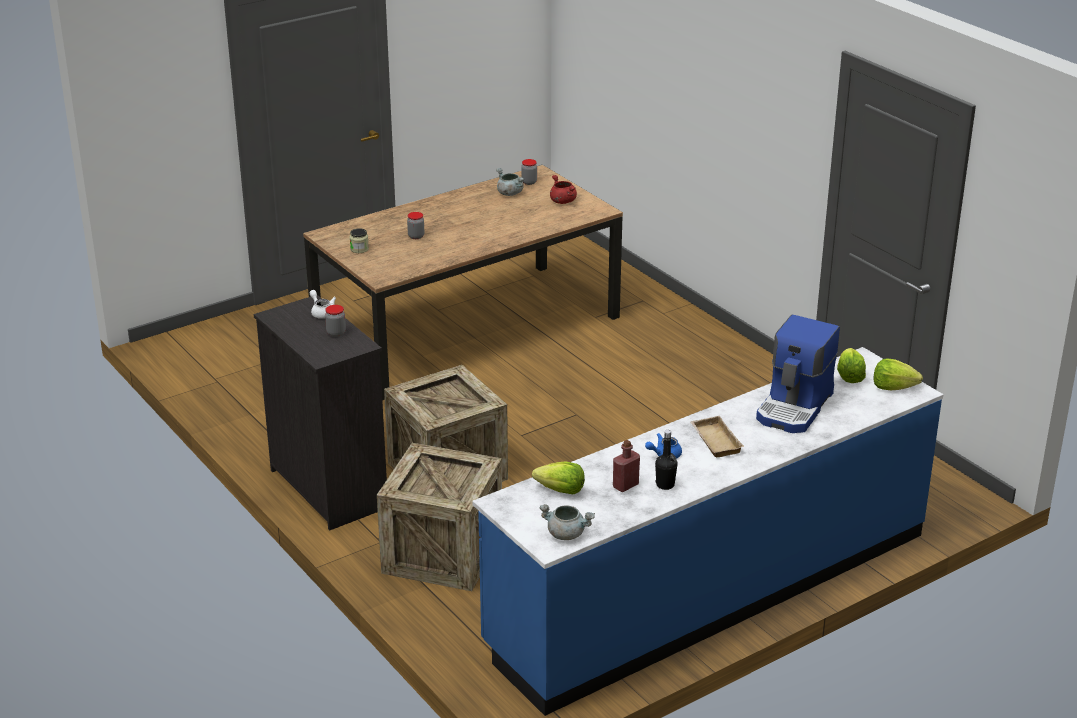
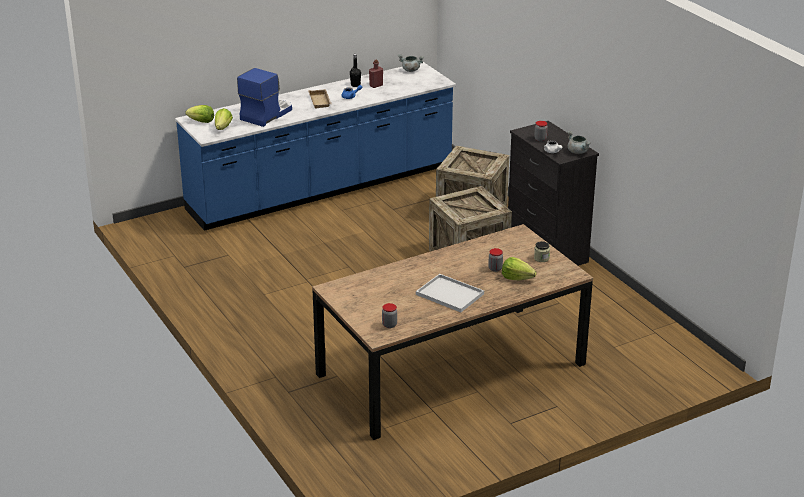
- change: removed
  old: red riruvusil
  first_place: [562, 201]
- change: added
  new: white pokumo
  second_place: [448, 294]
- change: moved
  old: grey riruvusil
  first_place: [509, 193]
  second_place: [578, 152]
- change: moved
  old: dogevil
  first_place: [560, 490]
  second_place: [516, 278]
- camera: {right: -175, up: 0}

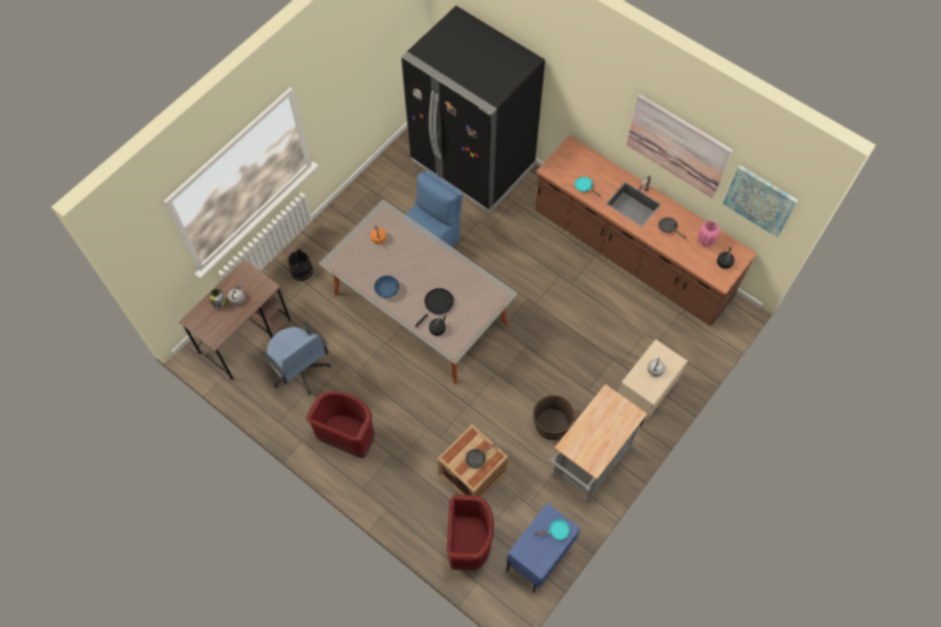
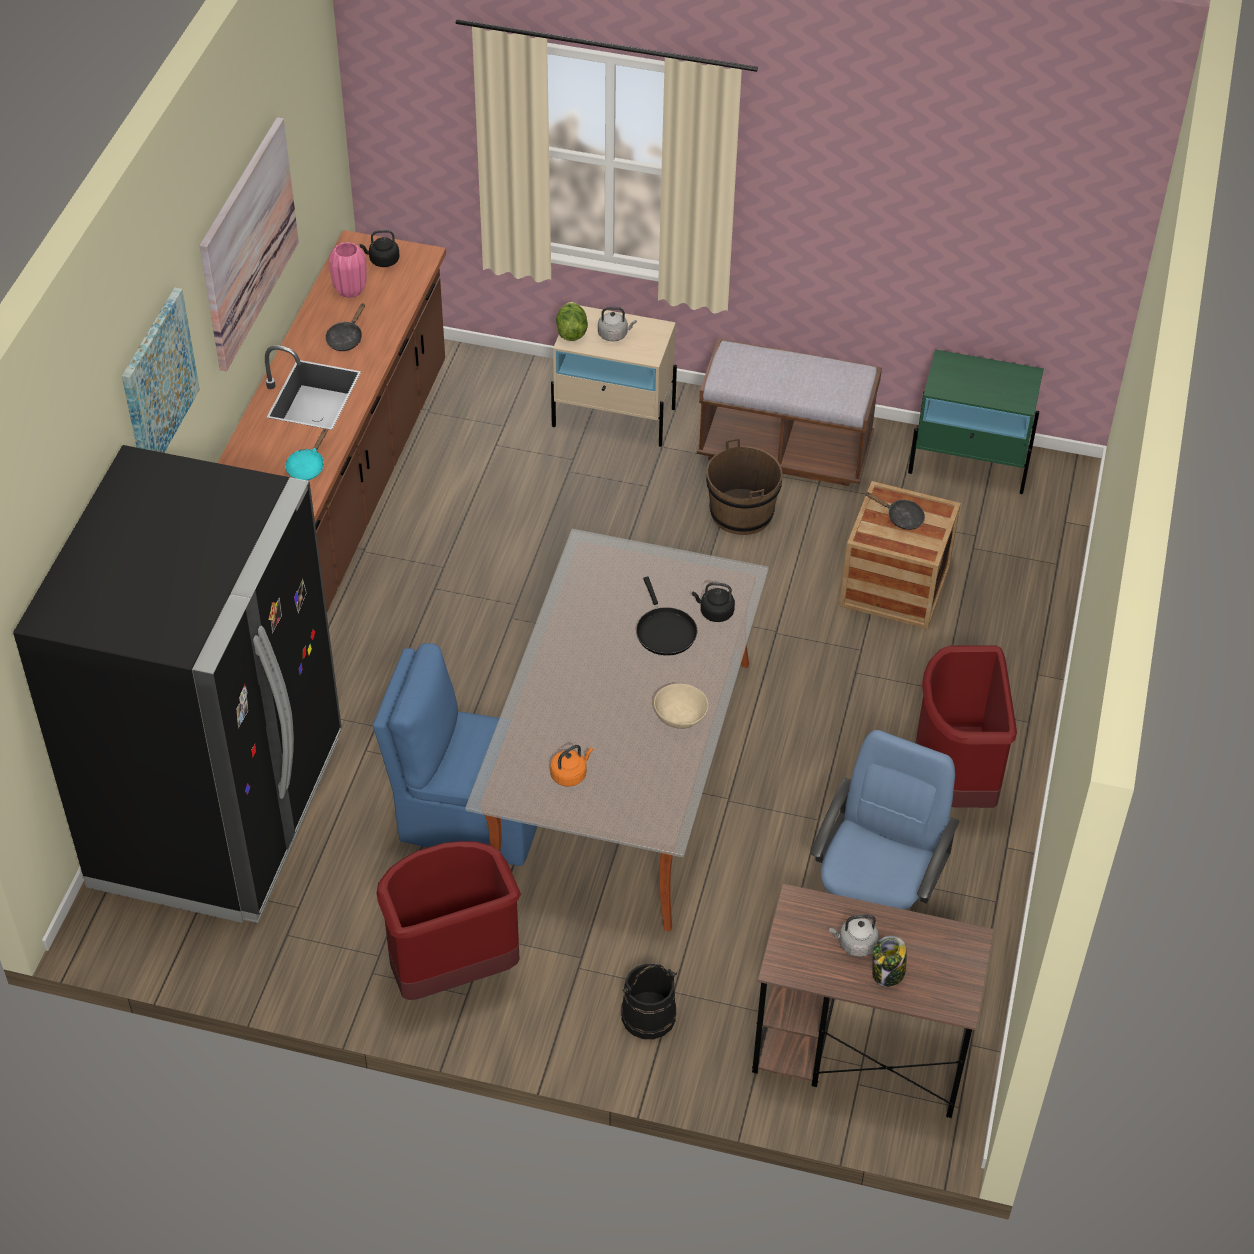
- change: removed
  old: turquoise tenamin
  first_place: [556, 531]
- change: added
  new: dogevil
  second_place: [571, 332]
- change: moved
  old: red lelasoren
  first_place: [469, 544]
  second_place: [451, 970]
- change: moved
  old: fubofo
  first_place: [760, 200]
  second_place: [158, 382]
- change: replaced
  old: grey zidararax
  new: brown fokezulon
  first_place: [587, 466]
  second_place: [785, 450]
- change: recoloured
  old: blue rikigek
  new: beige rikigek
  first_place: [387, 290]
  second_place: [680, 716]
- change: recoloured
  old: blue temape
  new: green temape
  first_place: [539, 556]
  second_place: [970, 464]
- change: turned
  old: black tenamin
  first_place: [437, 304]
  second_place: [664, 631]
  degrees: -120
- camera: {right: -115, up: -15}

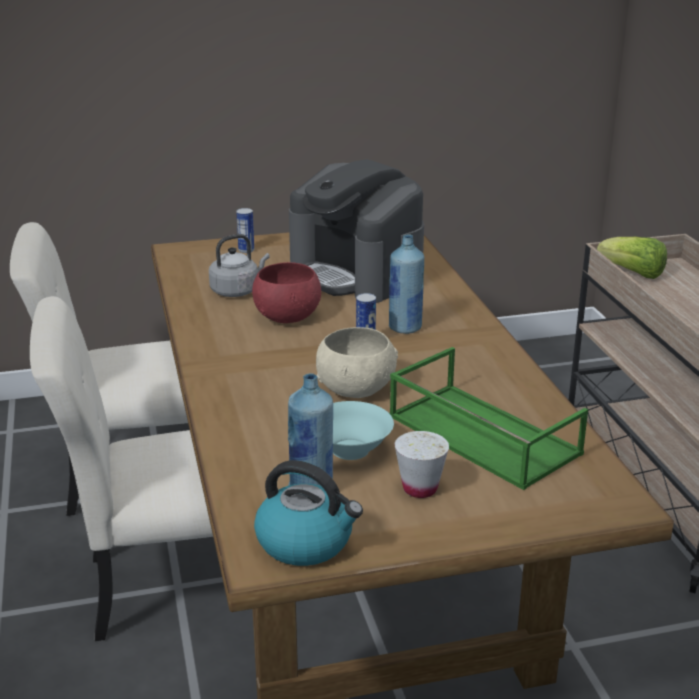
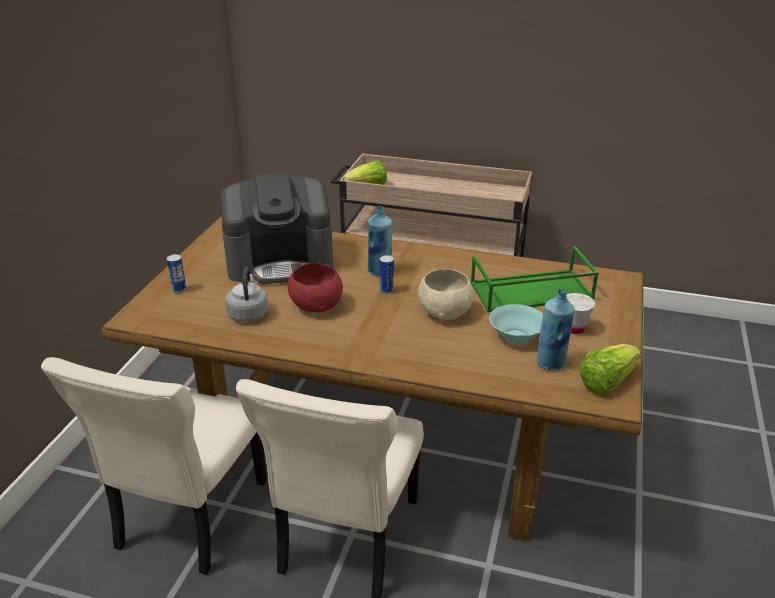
- change: replaced
  old: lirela
  new: dogevil
  first_place: [306, 542]
  second_place: [606, 381]
- camera: {right: -60, up: 5}

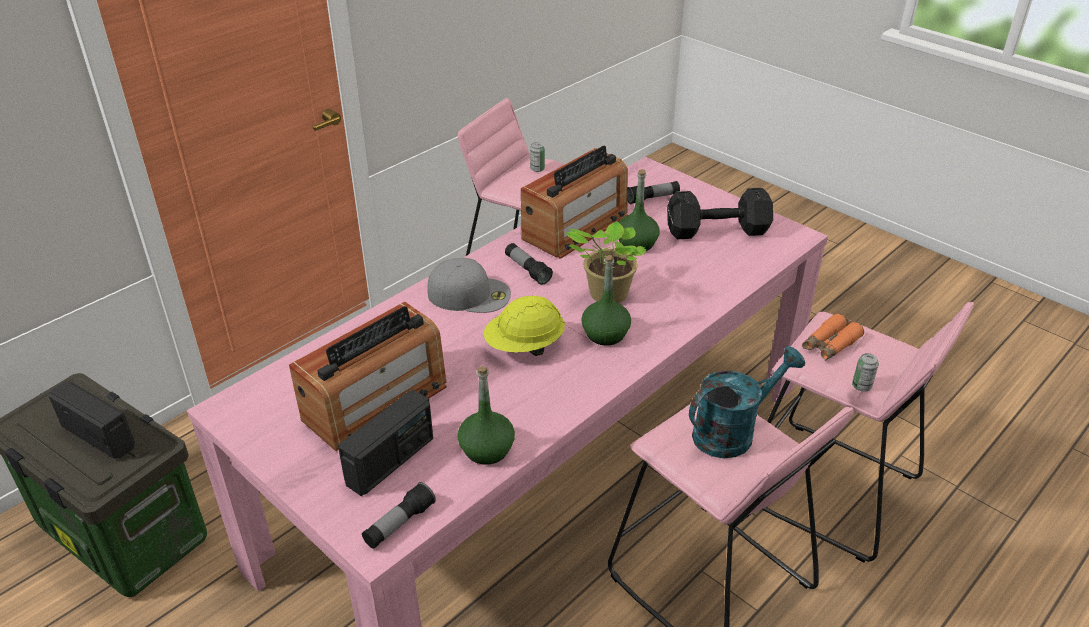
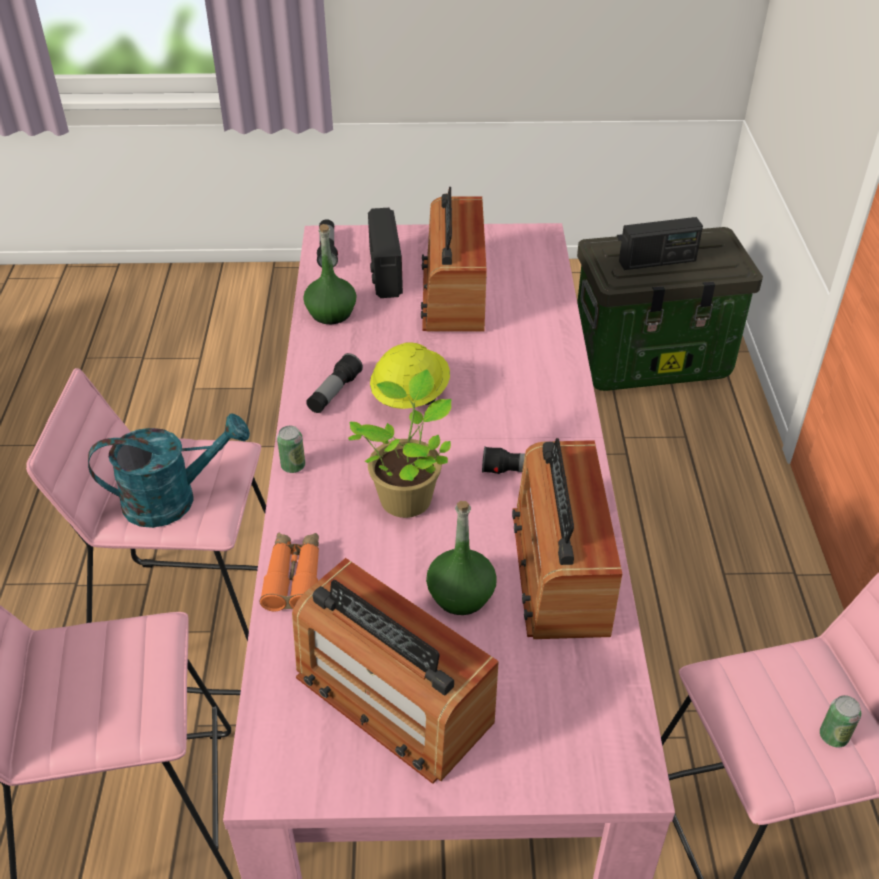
- change: removed
  old: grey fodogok
  first_place: [470, 294]
- change: removed
  old: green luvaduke
  first_place: [605, 334]
- change: moved
  old: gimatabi
  first_place: [652, 199]
  second_place: [334, 393]
- change: moved
  old: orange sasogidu
  first_place: [830, 344]
  second_place: [294, 577]
- change: moved
  old: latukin
  first_place: [861, 386]
  second_place: [293, 466]
- change: replaced
  old: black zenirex
  new: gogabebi
  first_place: [714, 230]
  second_place: [392, 698]
- change: turned
  old: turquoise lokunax
  first_place: [732, 431]
  second_place: [173, 499]
  degrees: -120
- camera: {right: 135, up: 5}

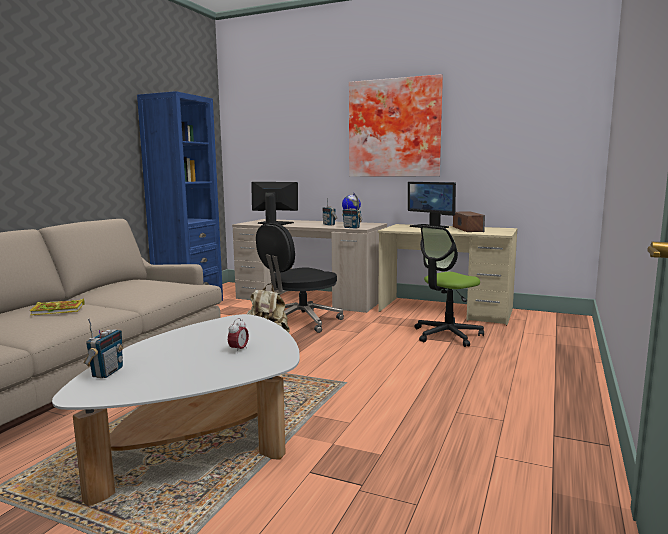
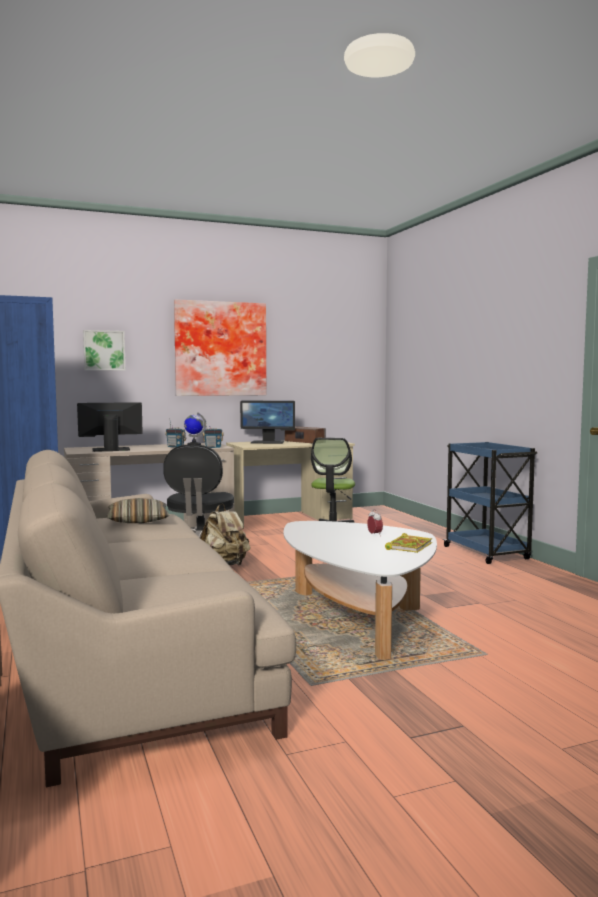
- change: removed
  old: gogabebi
  first_place: [107, 372]
- change: added
  new: fubofo
  second_place: [104, 350]
- change: added
  new: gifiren
  second_place: [138, 521]
- change: added
  new: blue zidararax
  second_place: [487, 553]
- change: moved
  old: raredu
  first_place: [59, 310]
  second_place: [409, 546]
- camera: {right: -45, up: -5}

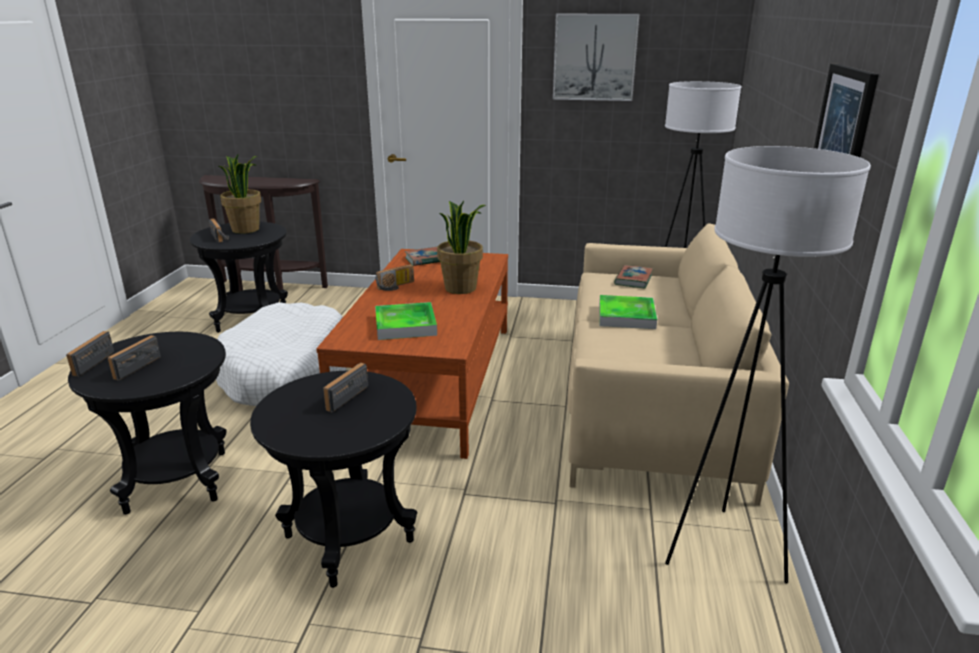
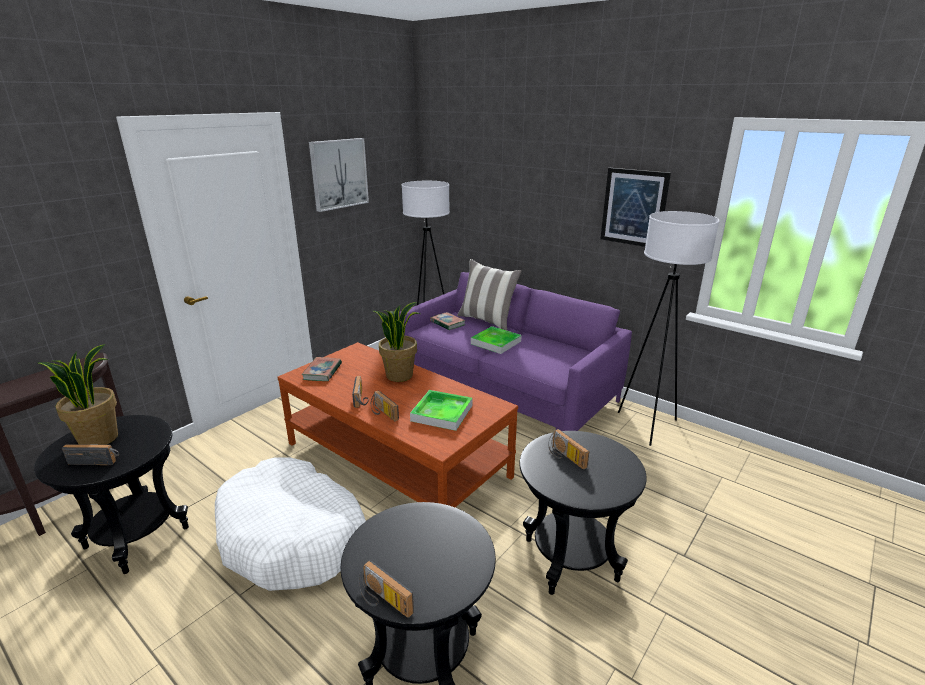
- change: added
  new: gifiren
  second_place: [487, 321]
- change: moved
  old: gogabebi
  first_place: [135, 366]
  second_place: [382, 413]
- change: recoloured
  old: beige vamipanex
  new: purple vamipanex
  first_place: [651, 402]
  second_place: [507, 390]
- camera: {right: -60, up: 0}

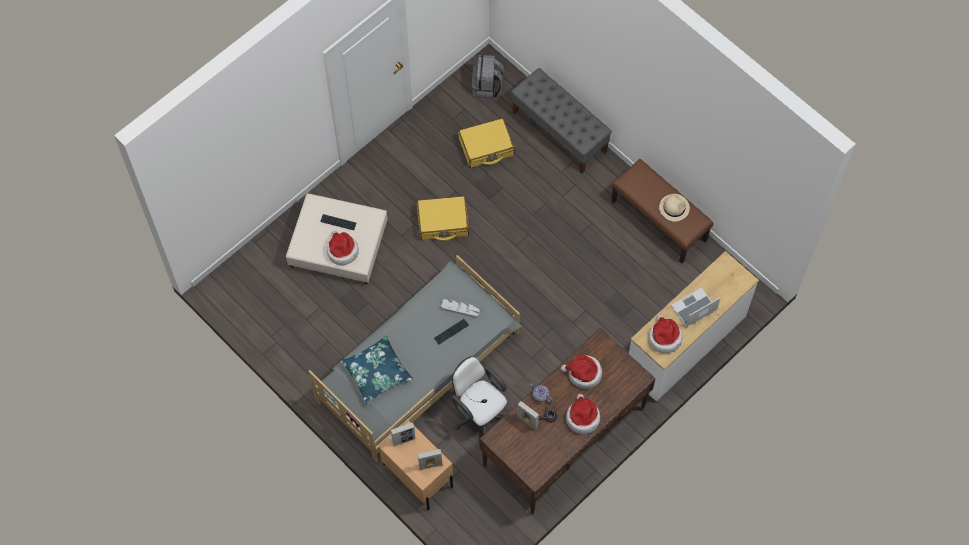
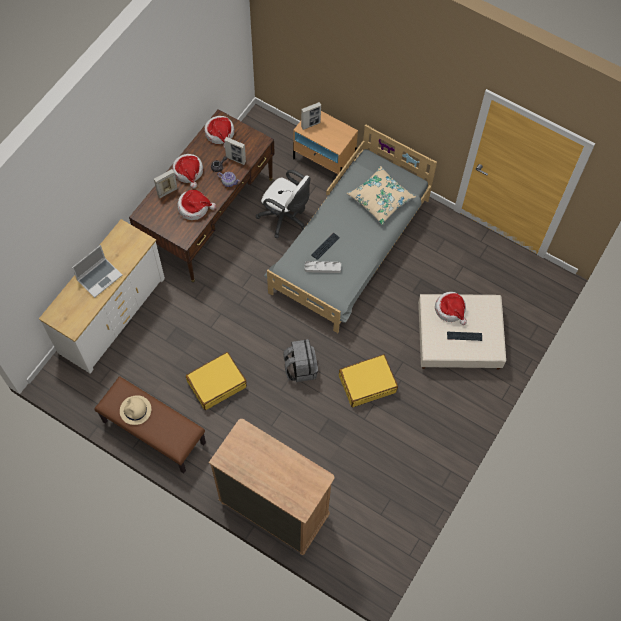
- change: moved
  old: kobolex
  first_place: [404, 440]
  second_place: [167, 192]
- change: moved
  old: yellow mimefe
  first_place: [486, 147]
  second_place: [216, 384]
- change: moved
  old: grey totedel
  first_place: [487, 87]
  second_place: [300, 368]
- change: moved
  old: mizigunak
  first_place: [664, 337]
  second_place: [220, 134]
- change: replaced
  old: grey fokezulon
  new: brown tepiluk
  first_place: [559, 132]
  second_place: [274, 509]
- change: recoloured
  old: blue gifiren
  new: beige gifiren
  first_place: [376, 373]
  second_place: [380, 199]
- camera: {right: 165, up: 0}

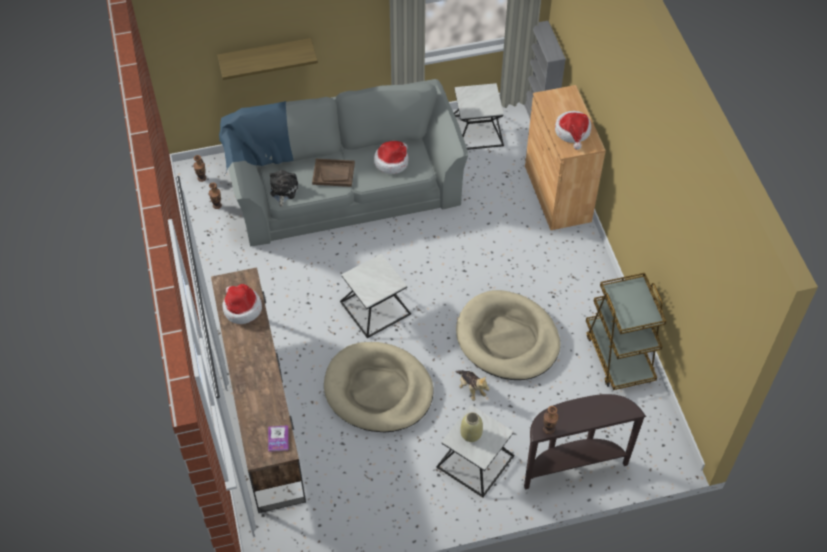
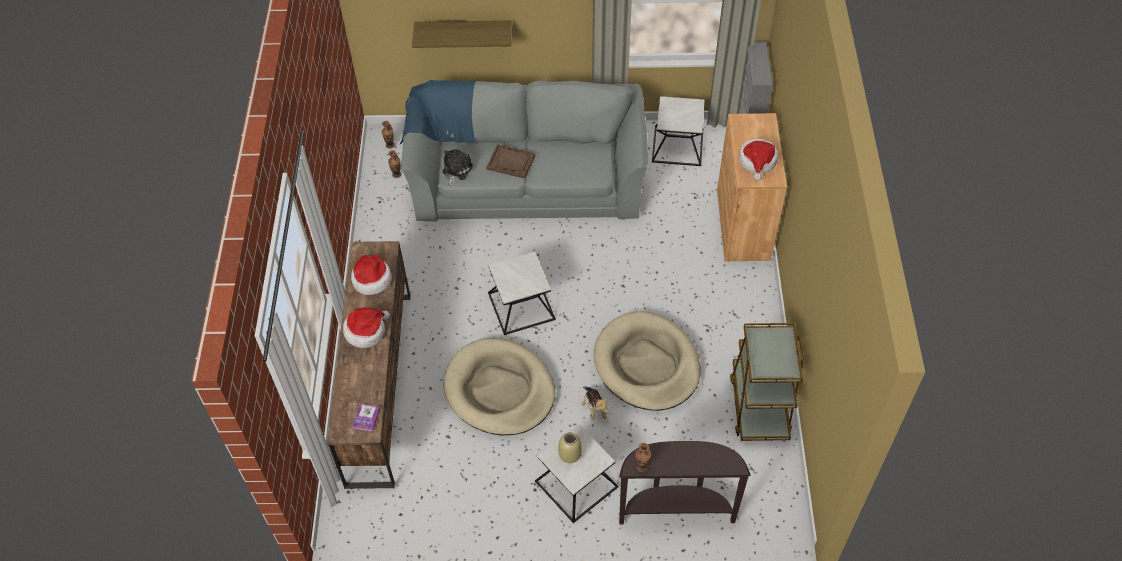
- change: moved
  old: mizigunak
  first_place: [392, 161]
  second_place: [366, 331]
- camera: {right: 15, up: 0}

